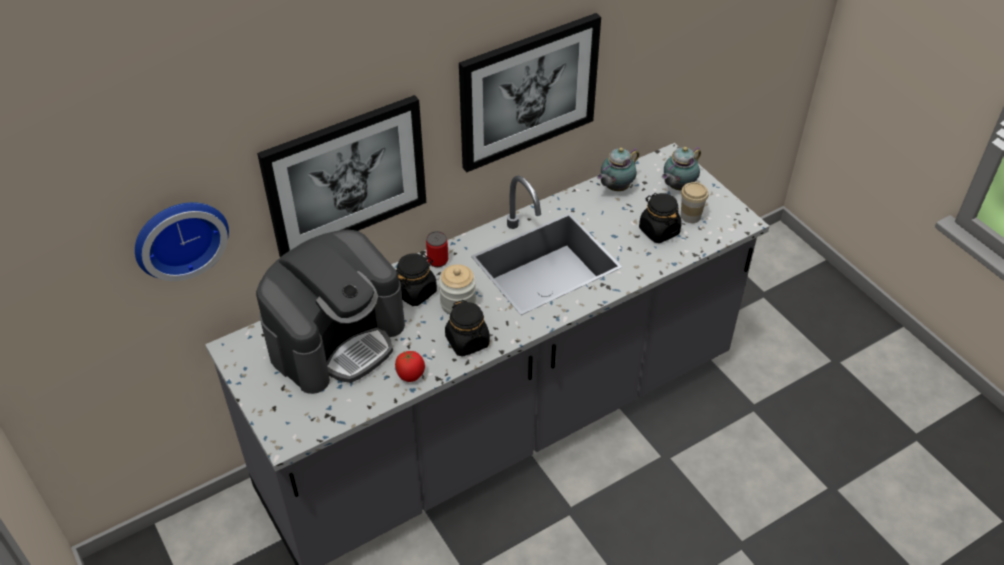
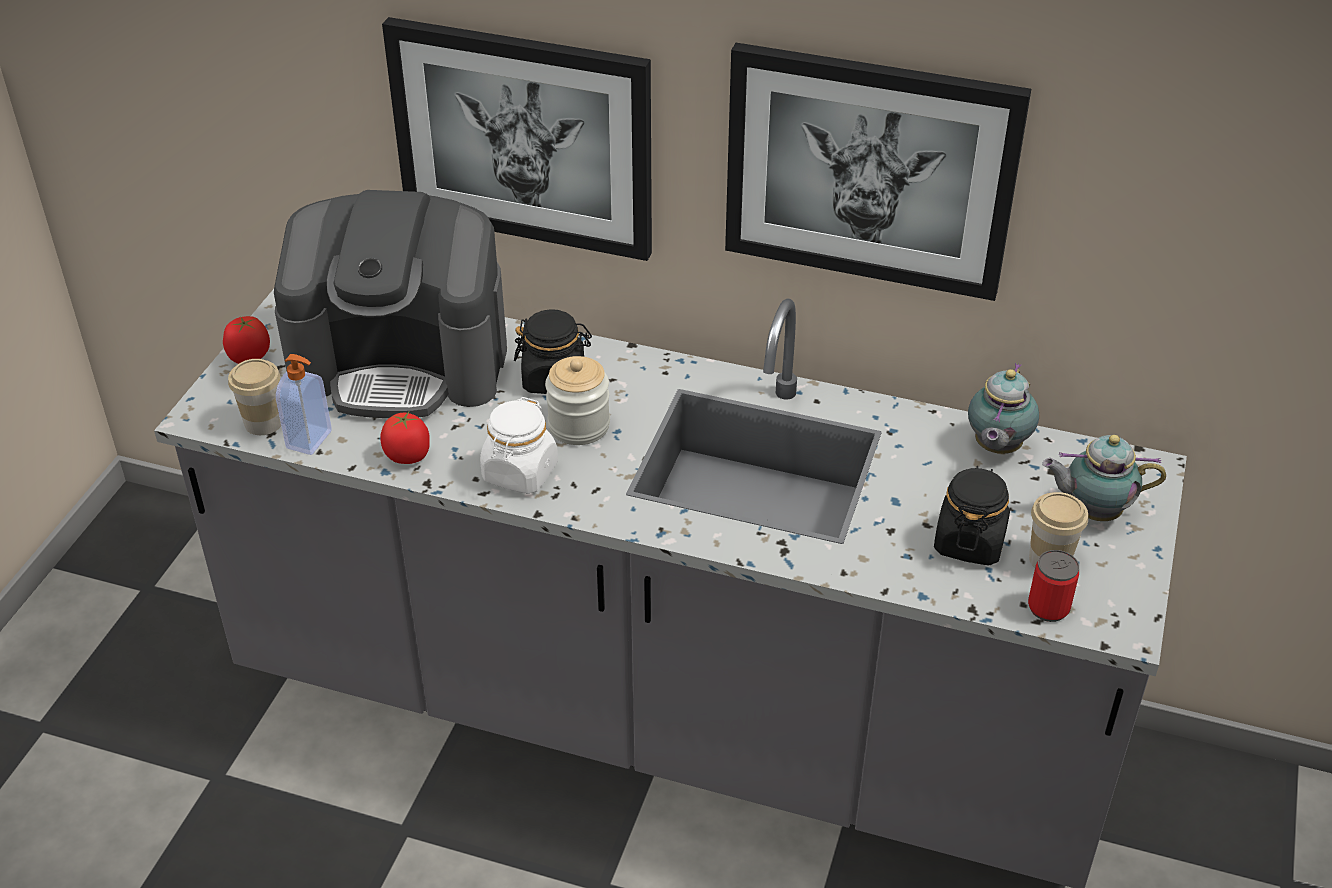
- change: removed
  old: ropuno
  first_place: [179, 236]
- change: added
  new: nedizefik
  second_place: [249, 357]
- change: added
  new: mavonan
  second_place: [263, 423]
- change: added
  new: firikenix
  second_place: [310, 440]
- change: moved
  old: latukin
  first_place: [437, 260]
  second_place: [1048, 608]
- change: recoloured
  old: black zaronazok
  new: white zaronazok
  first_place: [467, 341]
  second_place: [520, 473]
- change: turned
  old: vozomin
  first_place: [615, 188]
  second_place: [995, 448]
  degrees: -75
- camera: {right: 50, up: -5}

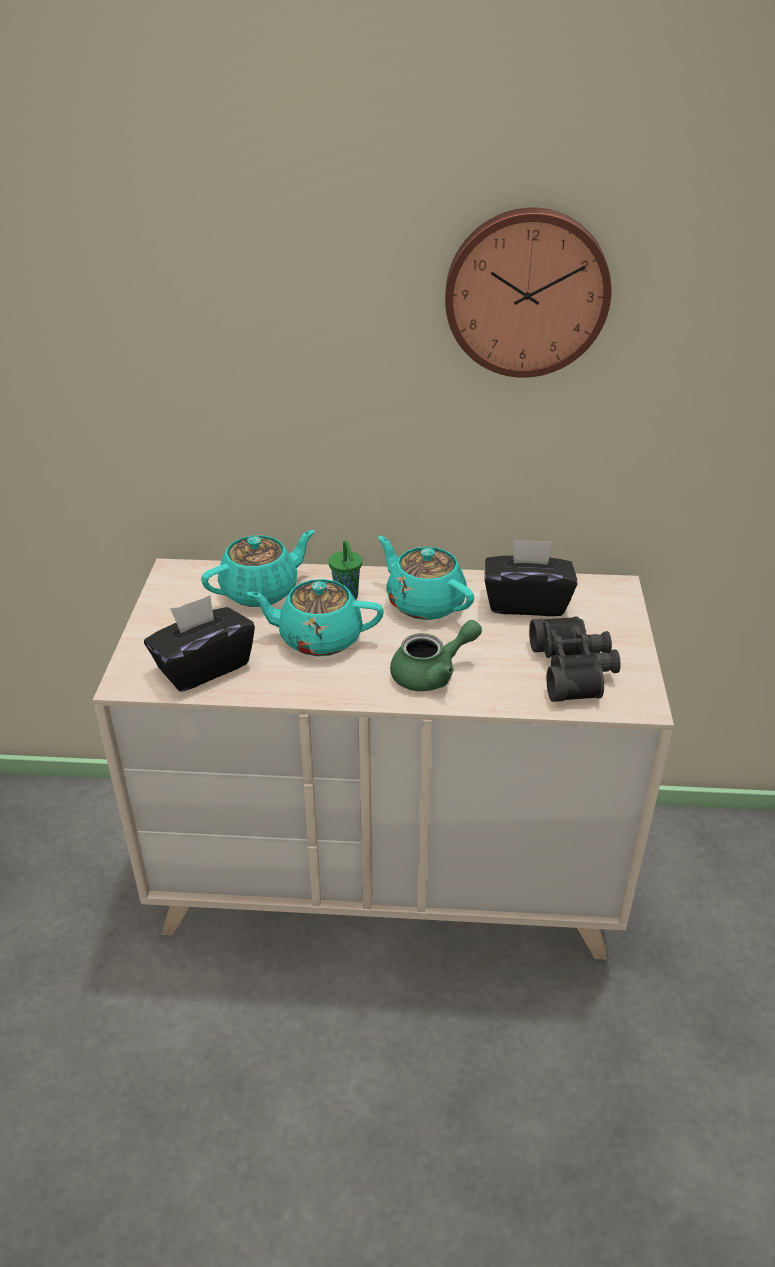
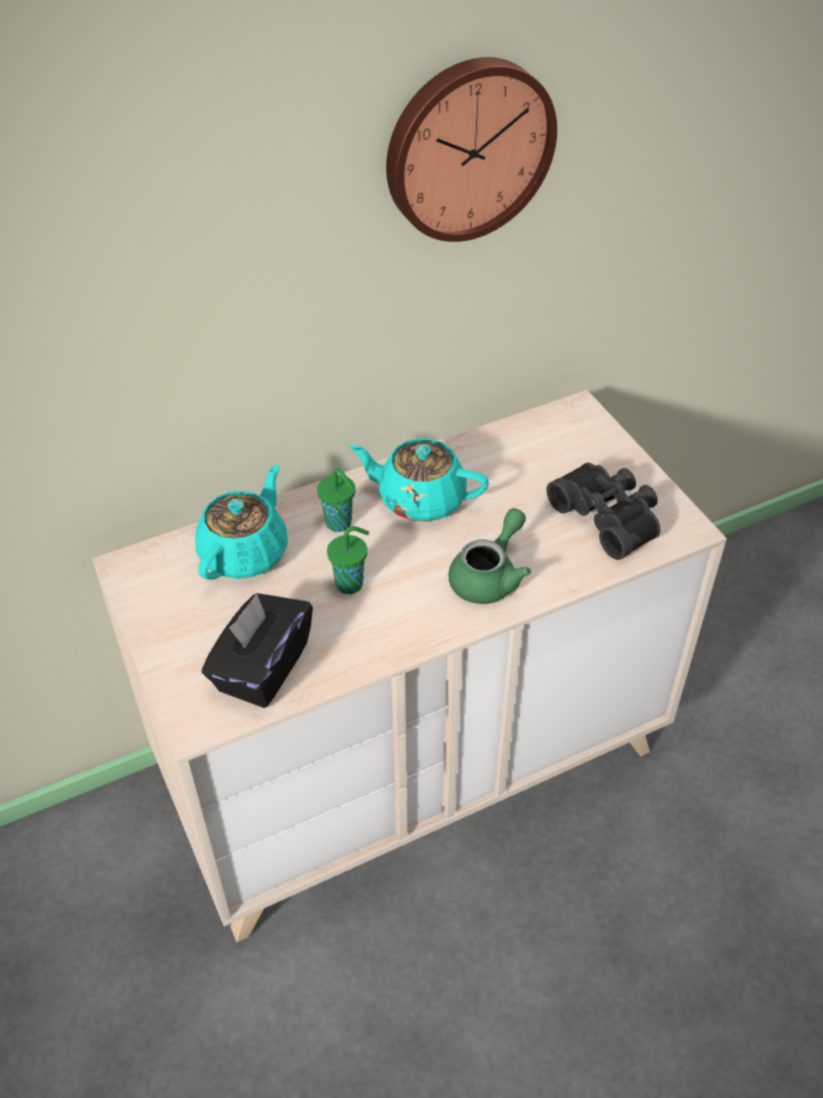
- change: removed
  old: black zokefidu
  first_place: [526, 602]
- change: replaced
  old: turquoise vozomin
  new: green mavonan
  first_place: [318, 638]
  second_place: [351, 583]
- camera: {right: -30, up: 10}

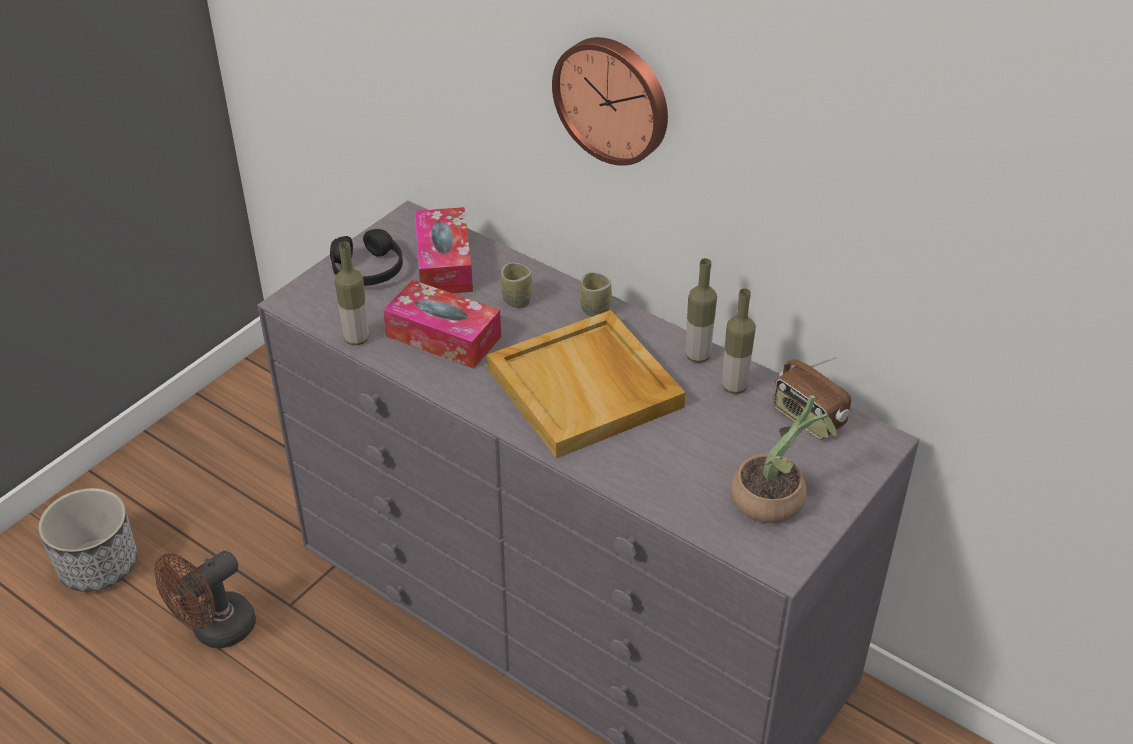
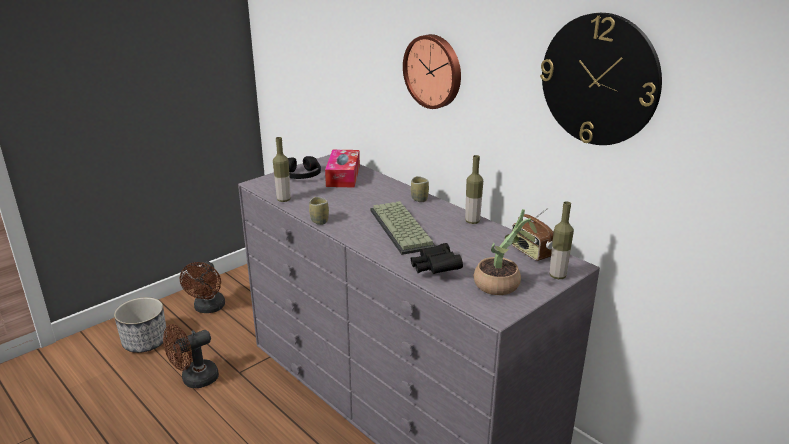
- change: removed
  old: zokefidu
  first_place: [443, 336]
- change: added
  new: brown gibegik
  second_place: [208, 308]
- change: added
  new: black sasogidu
  second_place: [435, 269]
- change: added
  new: ropuno
  second_place: [599, 80]
- change: moved
  old: mavonan
  first_place: [516, 300]
  second_place: [319, 221]
- change: moved
  old: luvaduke
  first_place: [734, 387]
  second_place: [557, 276]
- change: replaced
  old: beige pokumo
  new: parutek
  first_place: [586, 388]
  second_place: [403, 229]
- camera: {right: 10, up: -15}

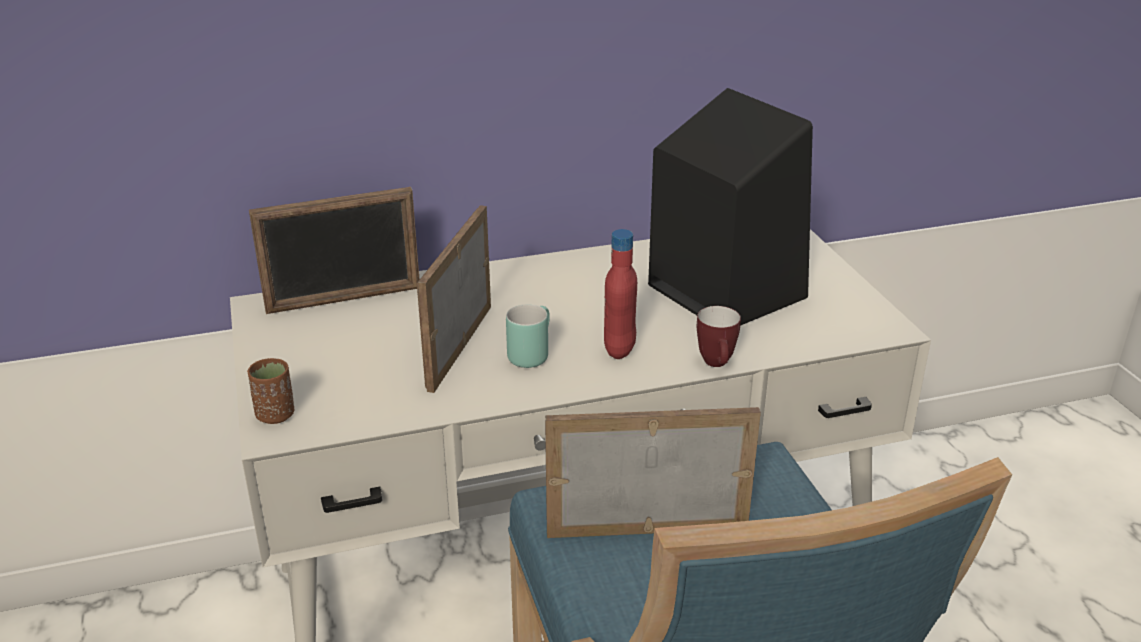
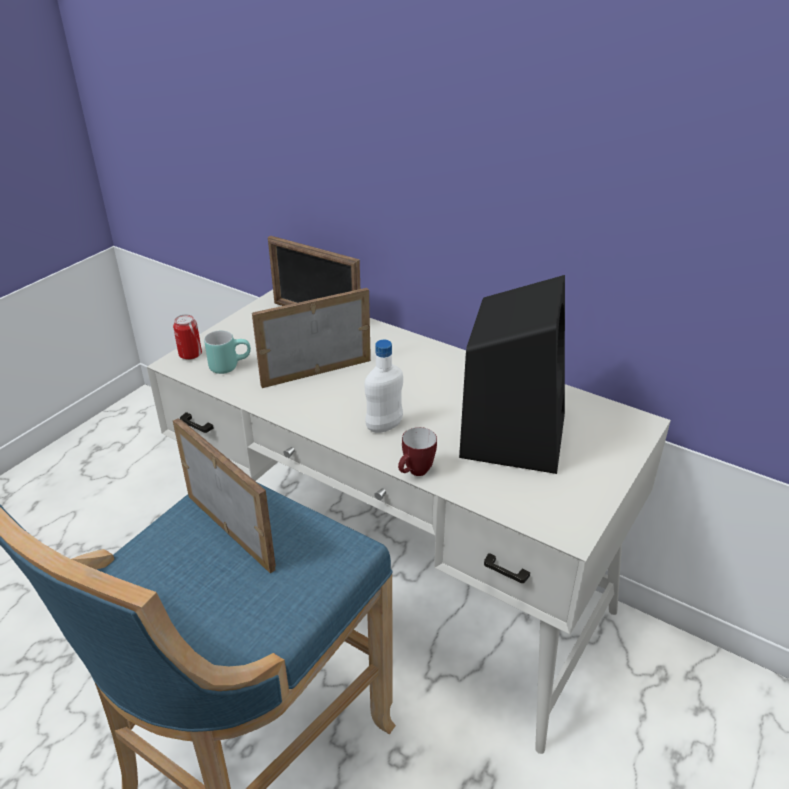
- change: moved
  old: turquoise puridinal
  first_place: [529, 353]
  second_place: [230, 365]
- change: replaced
  old: brown mavonan
  new: latukin
  first_place: [275, 415]
  second_place: [190, 355]
- change: recoloured
  old: red luvaduke
  new: white luvaduke
  first_place: [619, 349]
  second_place: [384, 427]
- camera: {right: 50, up: 5}

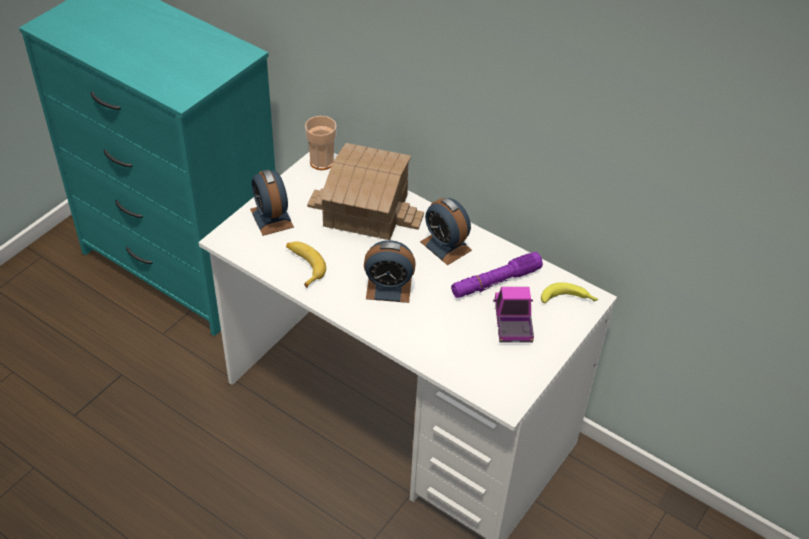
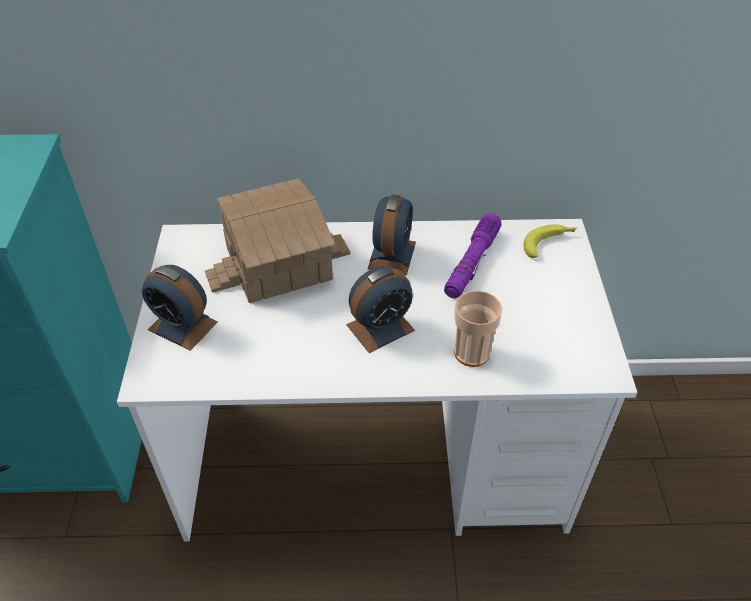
- change: removed
  old: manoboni
  first_place: [304, 265]
- change: removed
  old: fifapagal
  first_place: [512, 323]
- change: moved
  old: mavonan
  first_place: [322, 162]
  second_place: [471, 353]
- change: turned
  old: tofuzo
  first_place: [446, 246]
  second_place: [392, 255]
  degrees: -90
- camera: {right: -35, up: 0}

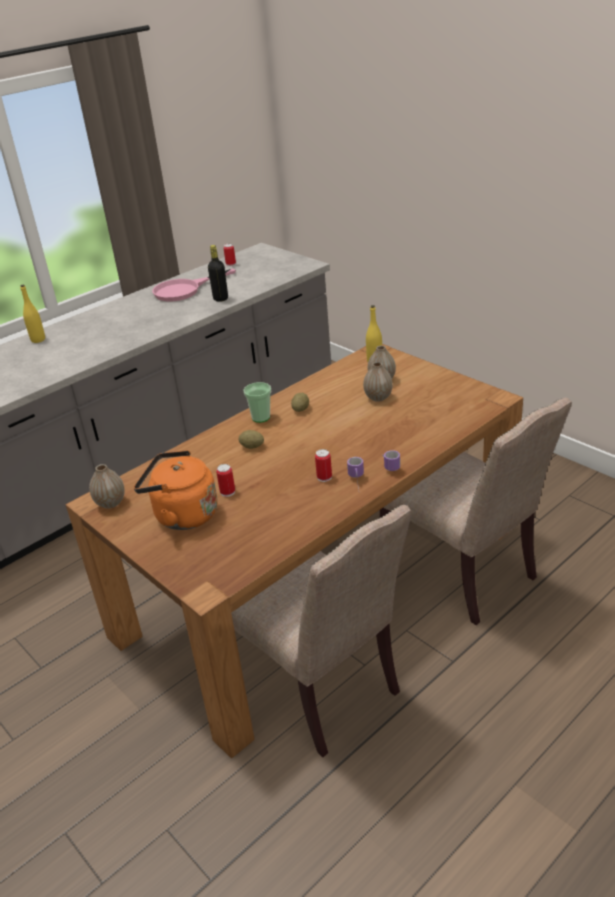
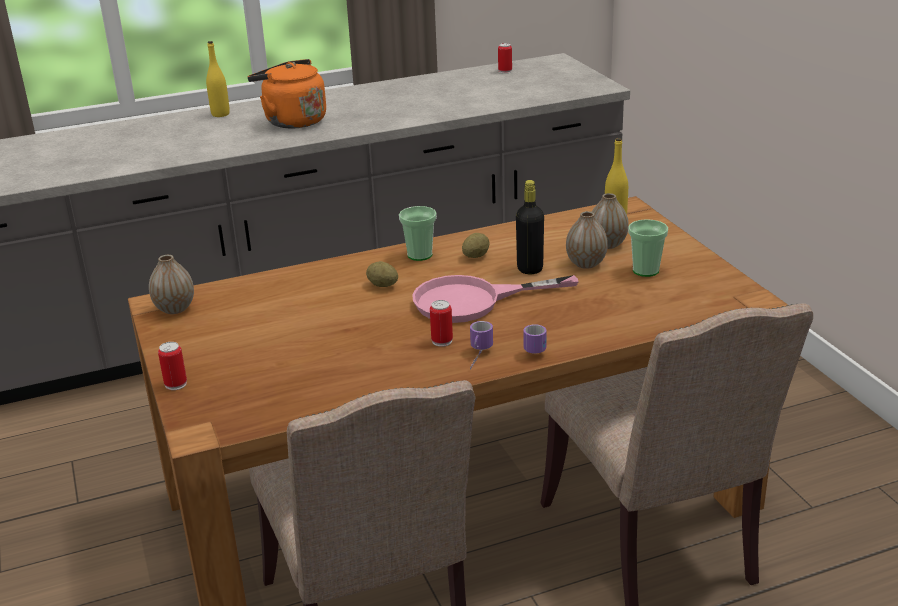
- change: added
  new: mavonan
  second_place: [645, 270]
- change: moved
  old: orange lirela
  first_place: [182, 515]
  second_place: [292, 121]
- change: moved
  old: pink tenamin
  first_place: [184, 290]
  second_place: [473, 301]
- change: moved
  old: black luvaduke
  first_place: [220, 298]
  second_place: [530, 269]
- change: moved
  old: latukin
  first_place: [227, 492]
  second_place: [176, 384]
- camera: {right: 20, up: -5}

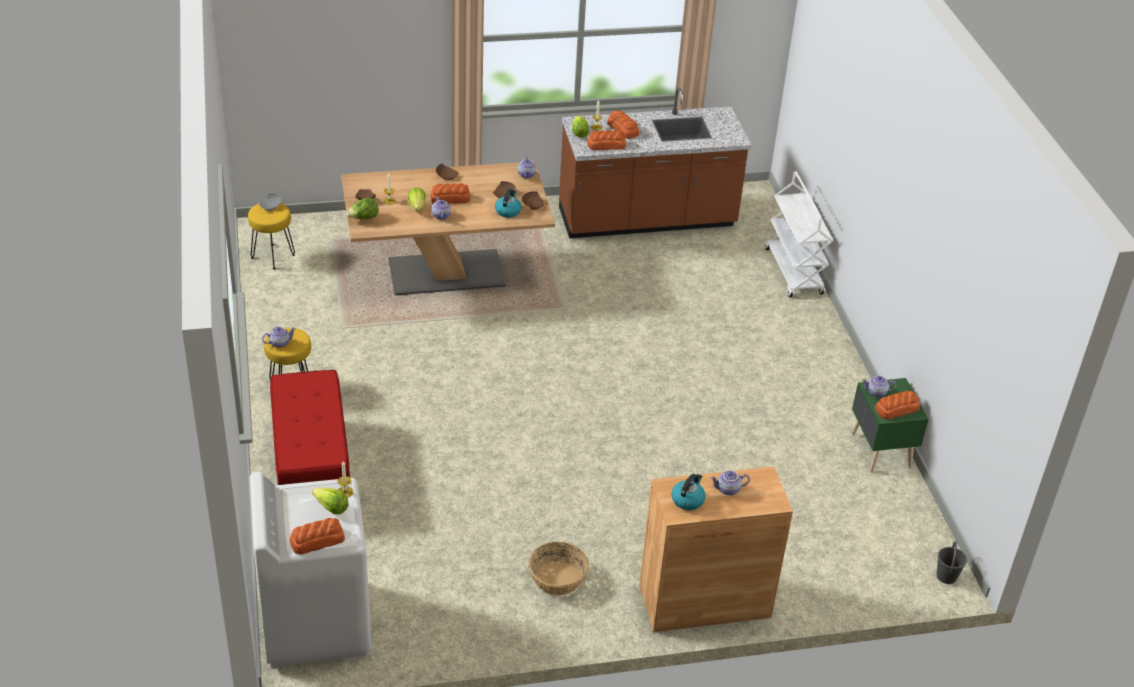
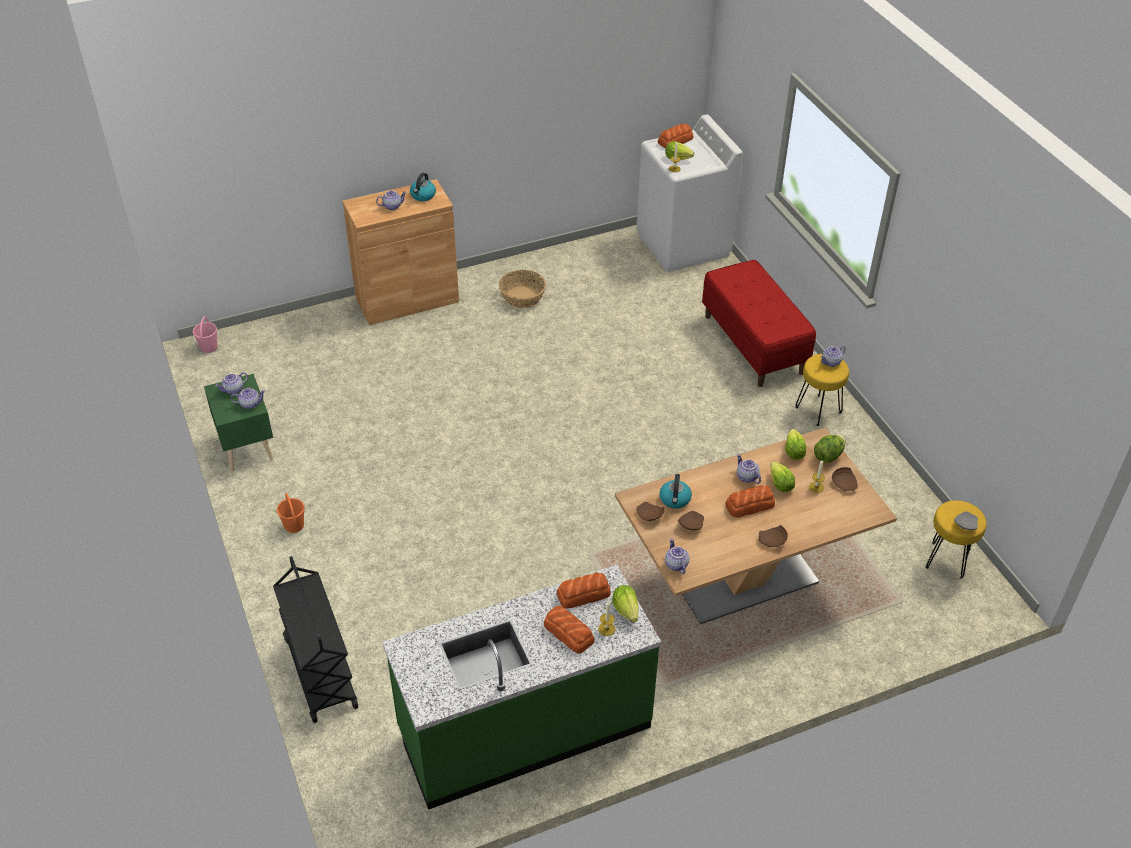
- change: added
  new: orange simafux
  second_place: [294, 525]
- change: added
  new: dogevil
  second_place: [793, 452]
- change: replaced
  old: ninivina
  new: vozomin
  first_place: [896, 409]
  second_place: [233, 390]
- change: recoloured
  old: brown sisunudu
  new: green sisunudu
  first_place: [647, 220]
  second_place: [524, 728]
- change: recoloured
  old: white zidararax
  new: black zidararax
  first_place: [794, 272]
  second_place: [320, 672]
- change: recoloured
  old: grey simafux
  new: pink simafux
  first_place: [946, 576]
  second_place: [209, 347]
- camera: {right: 170, up: 5}

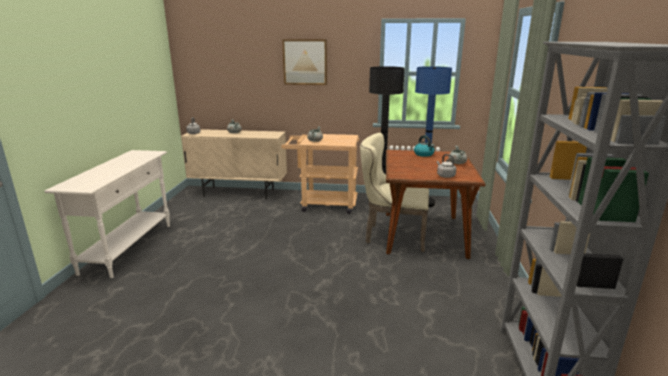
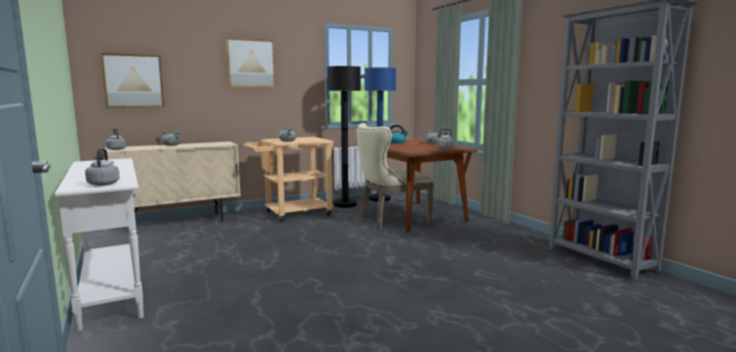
- change: added
  new: grey lirela
  second_place: [104, 184]
- change: added
  new: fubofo
  second_place: [133, 81]
- camera: {right: -35, up: -10}

